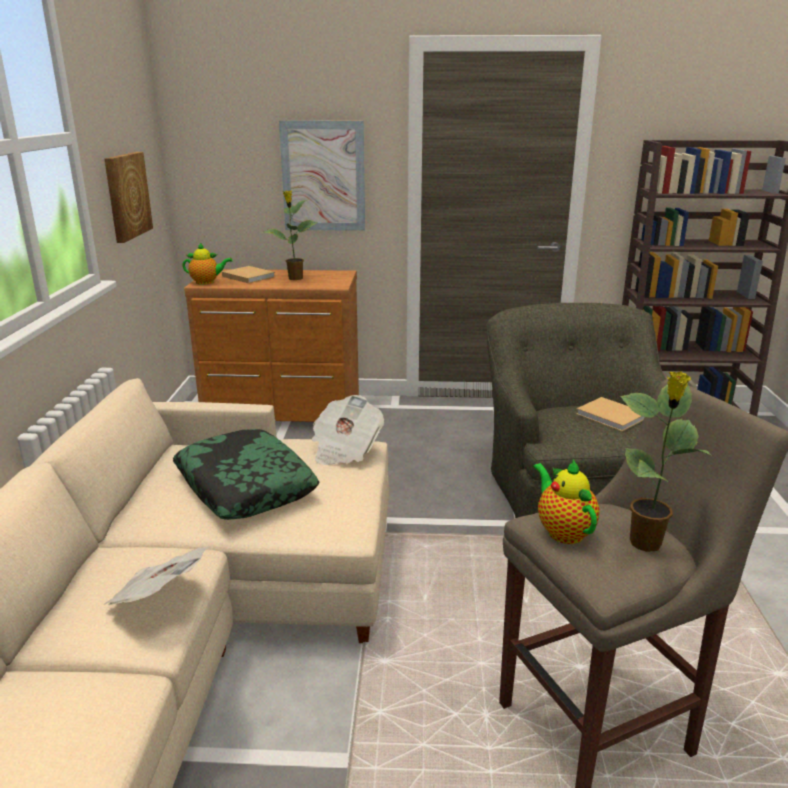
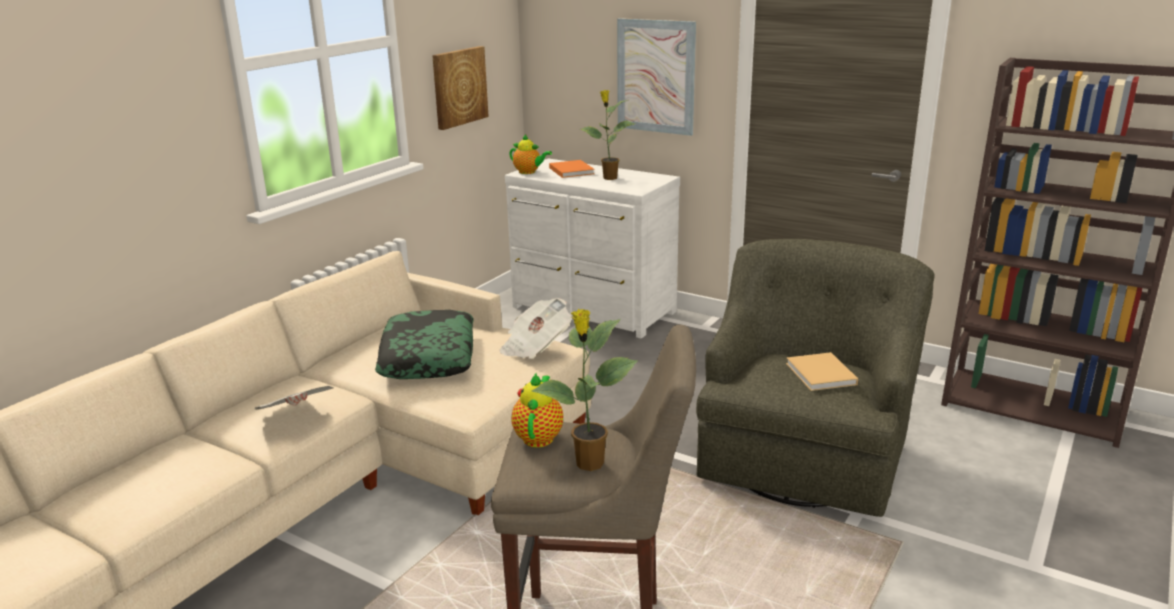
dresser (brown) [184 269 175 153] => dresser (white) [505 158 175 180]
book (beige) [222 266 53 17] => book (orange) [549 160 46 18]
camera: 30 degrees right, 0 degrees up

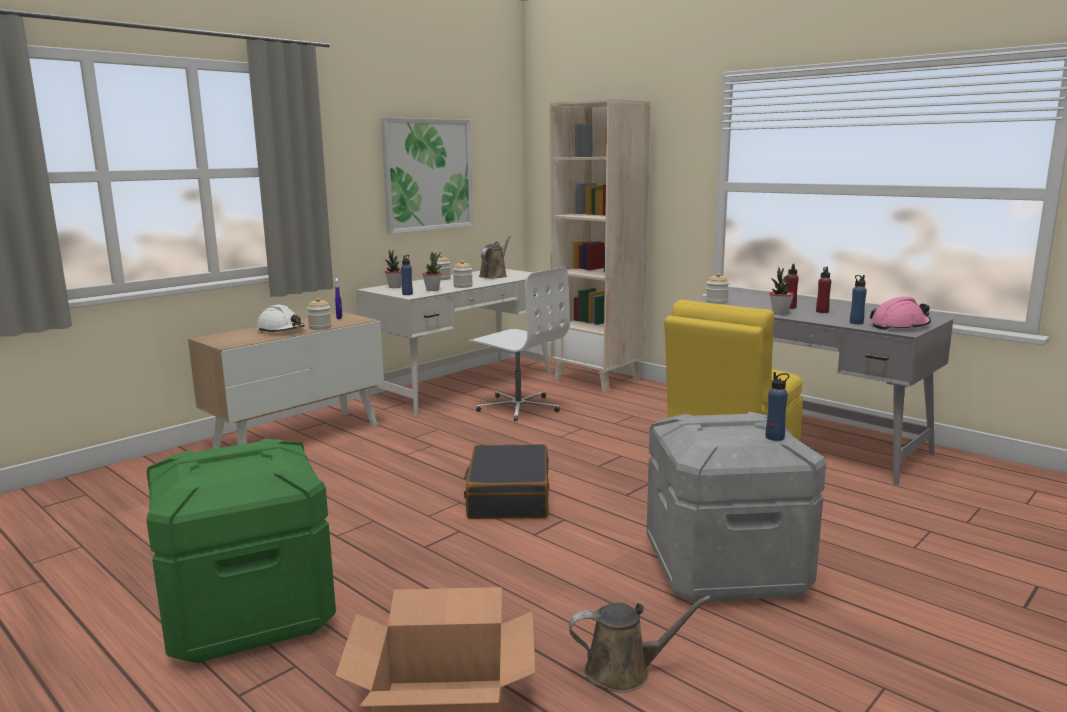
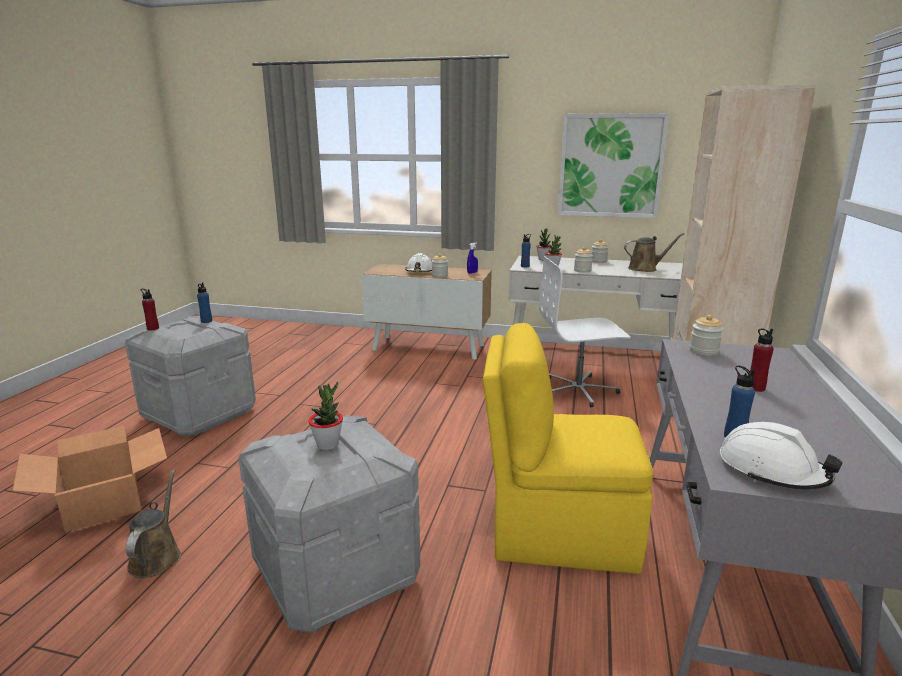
storage box (green) [146 439 190 224] => storage box (grey) [125 316 131 120]
suitcase (black) [464 444 85 75] => nothing
office chair (white) [468 267 102 154] => office chair (white) [539 256 92 151], 75 degrees clockwise
watering can (brown) [569 596 142 97] => watering can (brown) [126 470 55 108], 150 degrees counterclockwise
bottle (blue) [766 372 23 69] => bottle (blue) [197 282 15 41], moved
potted plant [769 267 25 48] => potted plant [308 381 35 69], moved
bottle (red) [816 267 15 46] => bottle (red) [141 289 18 41], moved
hard hat (pink) [870 297 61 33] => hard hat (white) [720 422 123 68]
camera: 60 degrees right, 5 degrees up

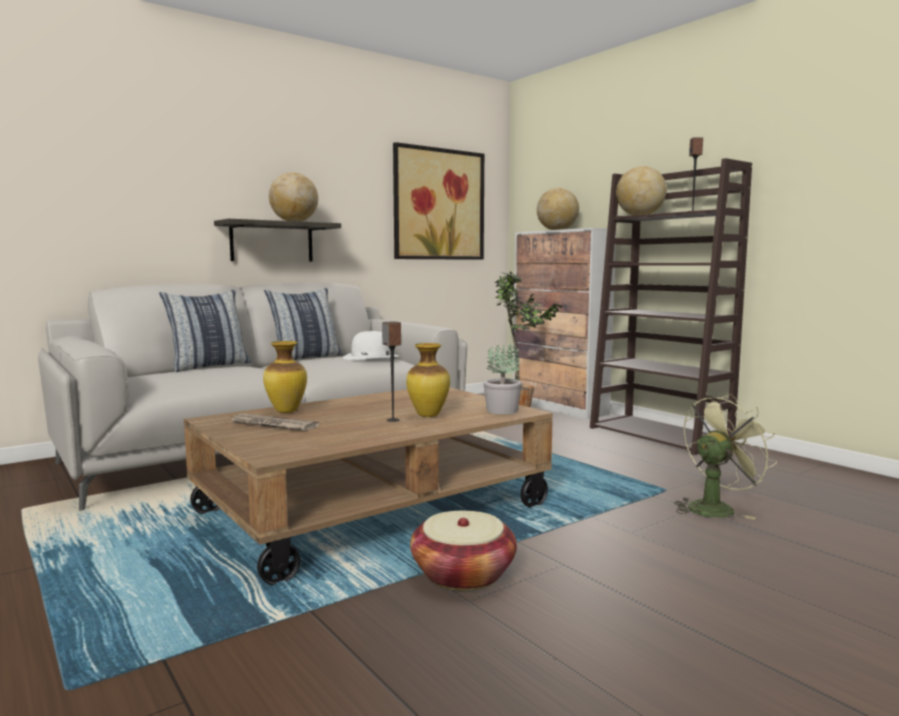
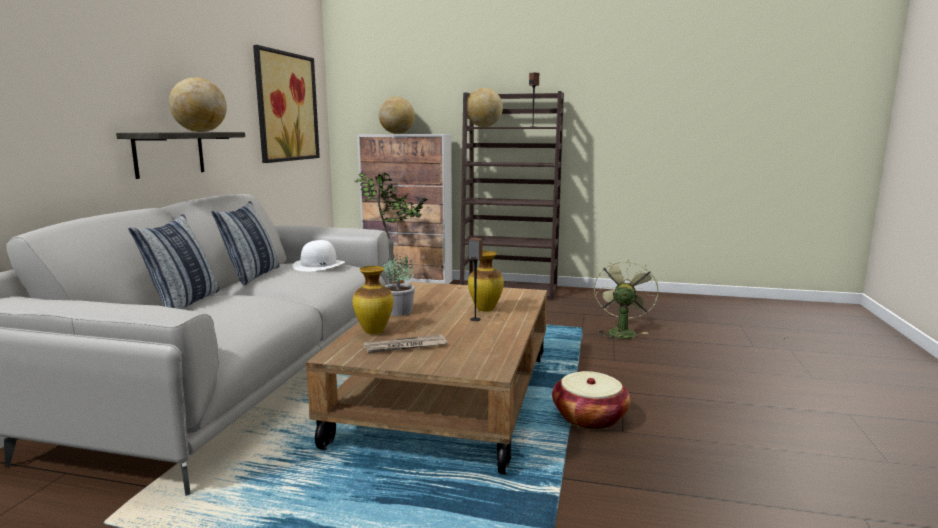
potted plant [483 344 39 70] => potted plant [382 254 33 62], moved
camera: 40 degrees left, 5 degrees up

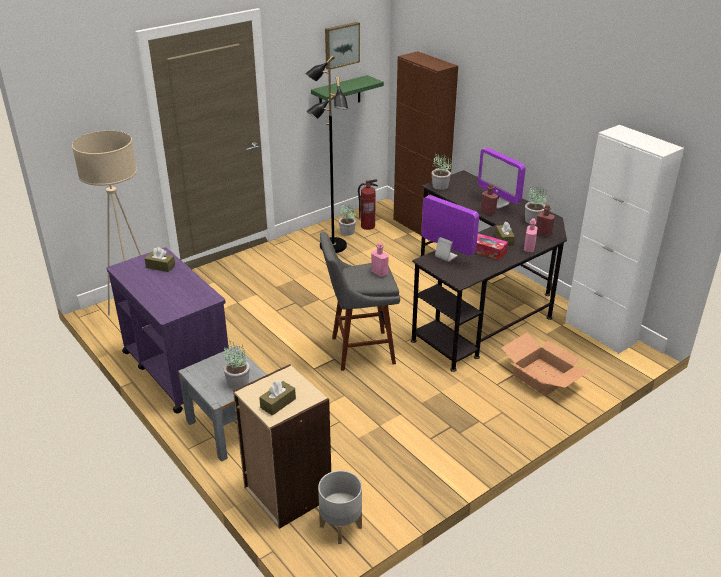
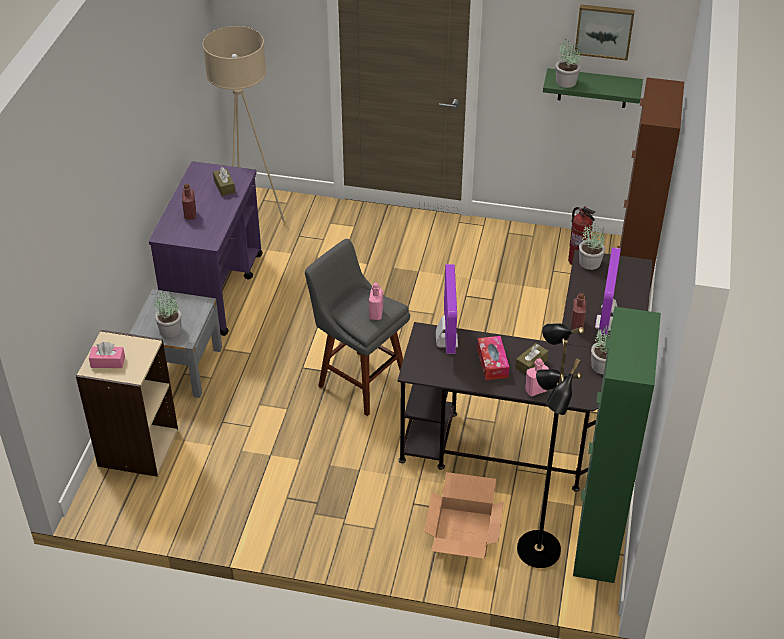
tissue box (brown) [259 380 37 36] => tissue box (pink) [89 342 36 26]
floor lamp (black) [305 55 43 198] => floor lamp (black) [517 323 67 245], moved
planter (grey) [318 470 44 74] => nothing
potted plant [339 203 17 33] => potted plant [555 39 26 49], moved
bottle (red) [536 204 19 33] => bottle (red) [182 184 14 36], moved
cabinet (white) [565 125 119 229] => cabinet (green) [573 307 88 276]
camera: 50 degrees right, 10 degrees up

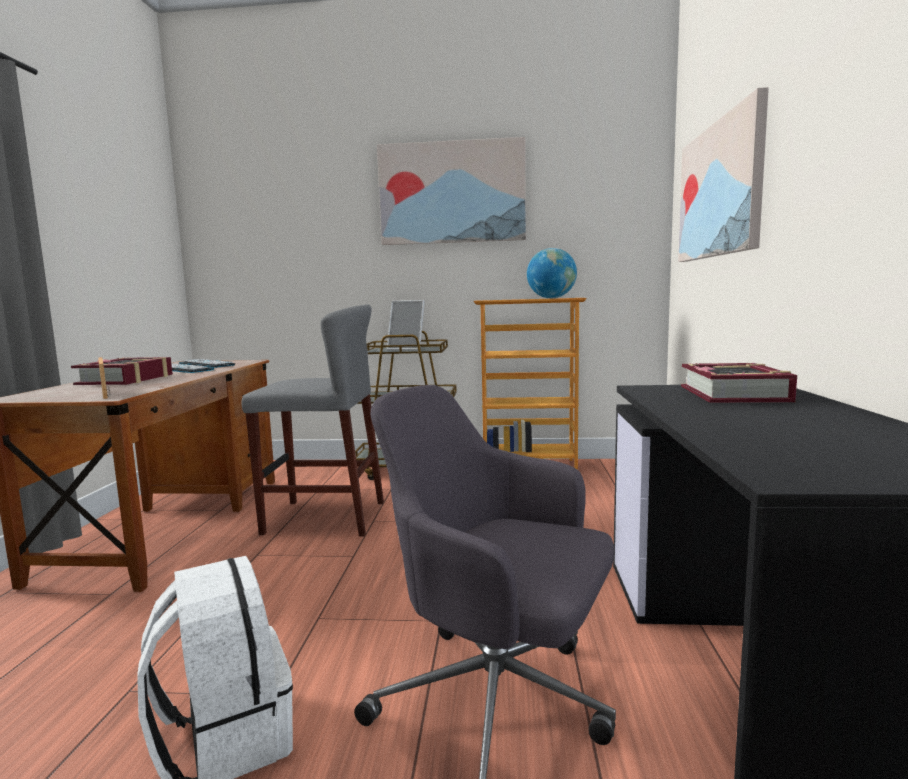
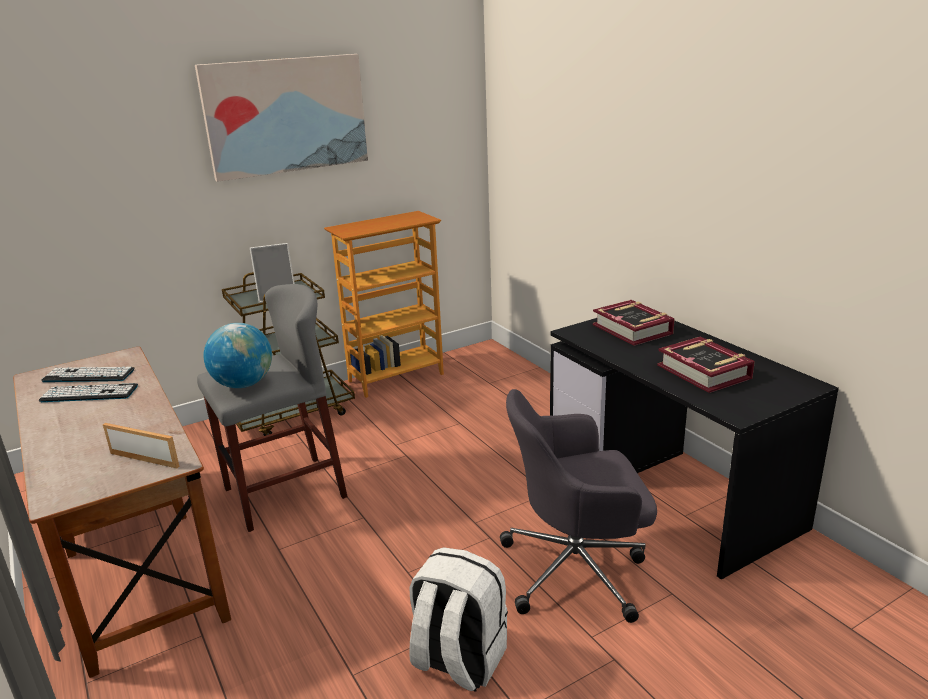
book [71 357 102 28] => book [657 336 98 57], moved
globe [527 248 50 50] => globe [204 323 68 65], moved
picture [678 87 91 175] => nothing
camera: 35 degrees left, 15 degrees up

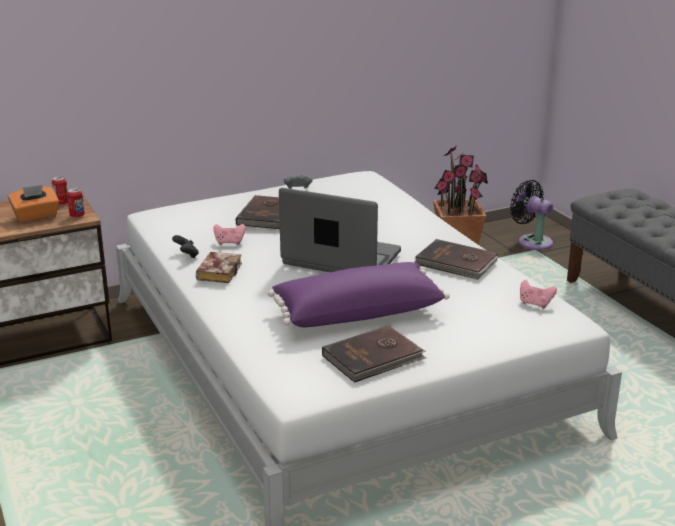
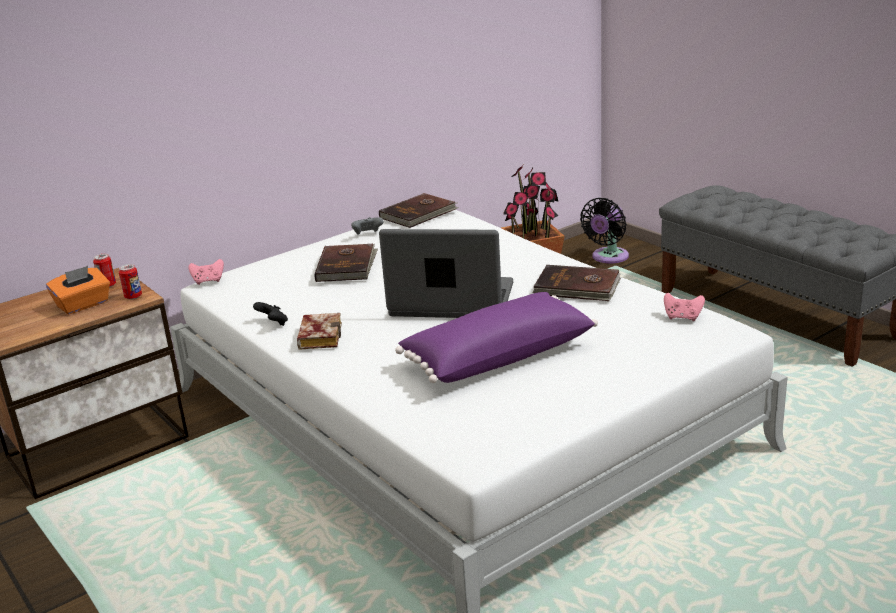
game controller (pink) [213 224 33 21] => game controller (pink) [188 259 36 26], moved
book (brown) [322 325 104 58] => book (brown) [379 193 80 35], moved
fan (black) [510 180 43 70] => fan (black) [580 198 49 65], 90 degrees counterclockwise
camera: 10 degrees left, 0 degrees up

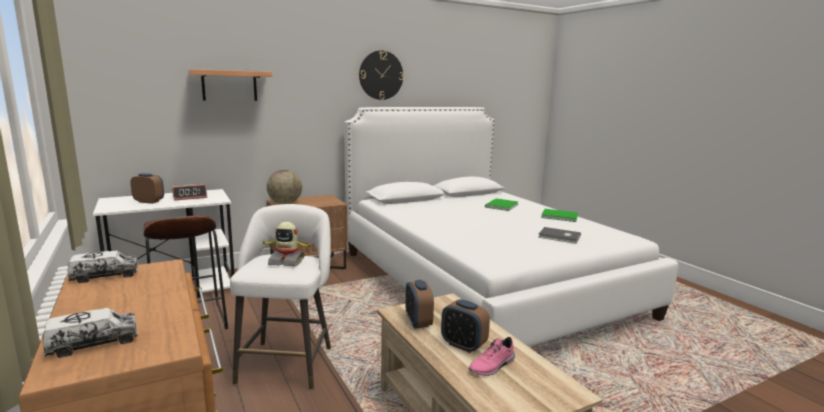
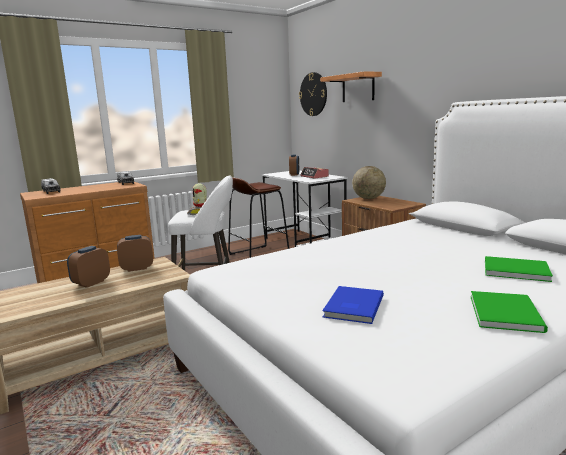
wall clock [359 50 45 50] => wall clock [299 72 28 44], moved
shoe (pink) [469 337 46 39] => nothing
book (grey) [538 227 43 17] => book (blue) [322 286 62 38]
camera: 85 degrees right, 0 degrees up

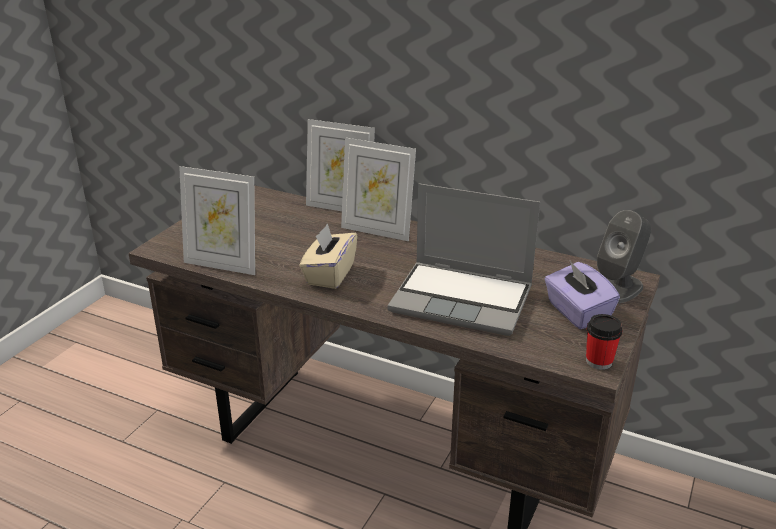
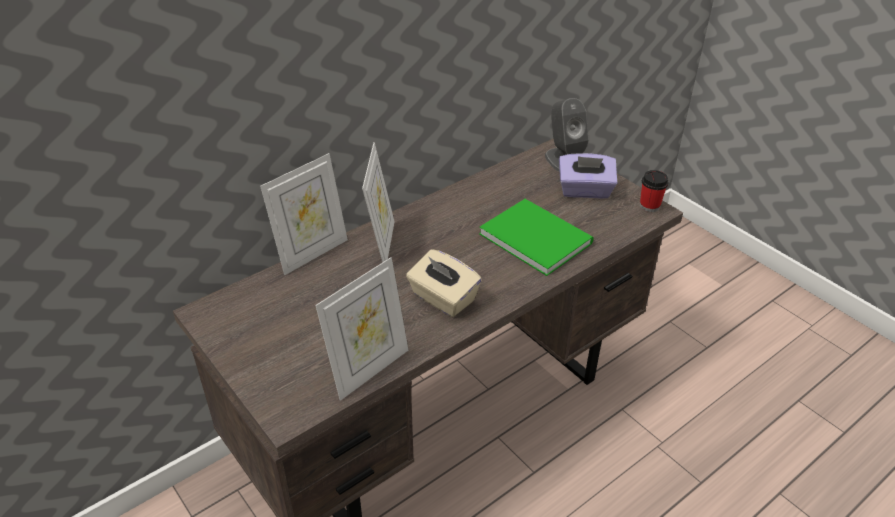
picture frame [341 137 75 104] => picture frame [362 142 33 120], 45 degrees counterclockwise
laptop [388 184 152 152] => book (green) [479 199 115 77]
camera: 65 degrees left, 10 degrees up

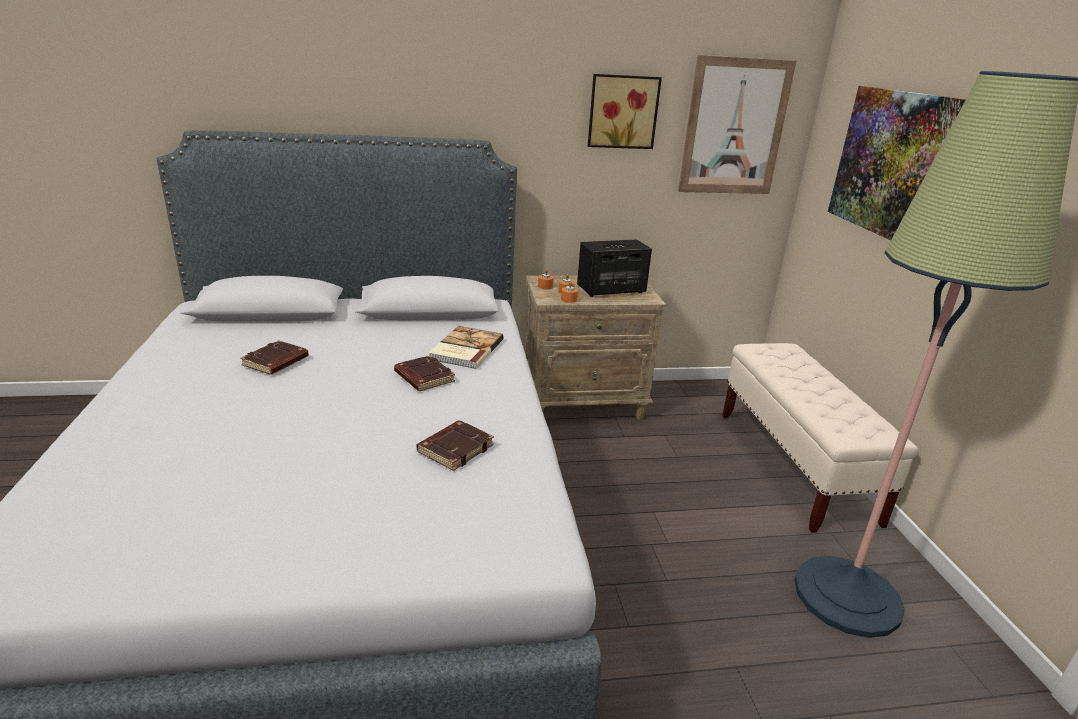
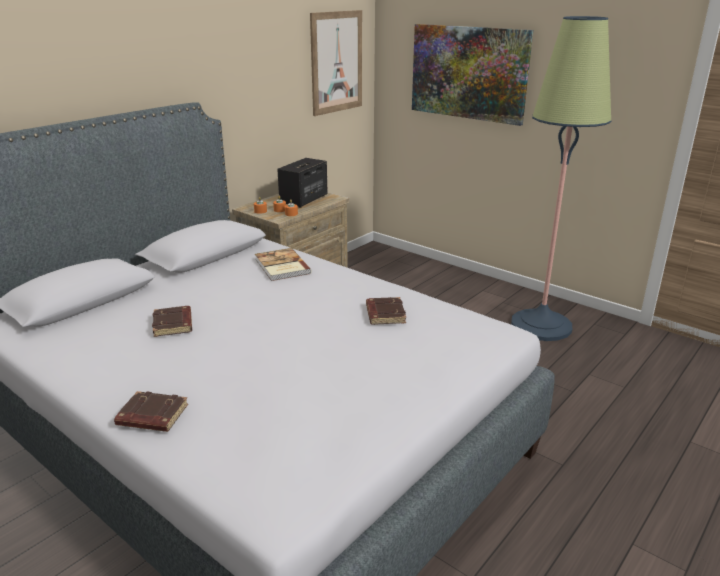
book (brown) [394 355 61 36] => book (brown) [114 391 74 41], moved
picture [588 74 74 75] => nothing
bench (beige) [722 343 197 190] => nothing
camera: 40 degrees left, 0 degrees up

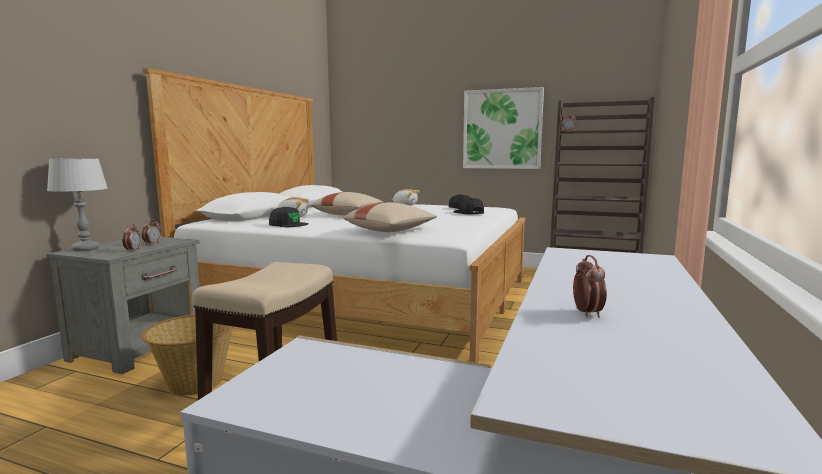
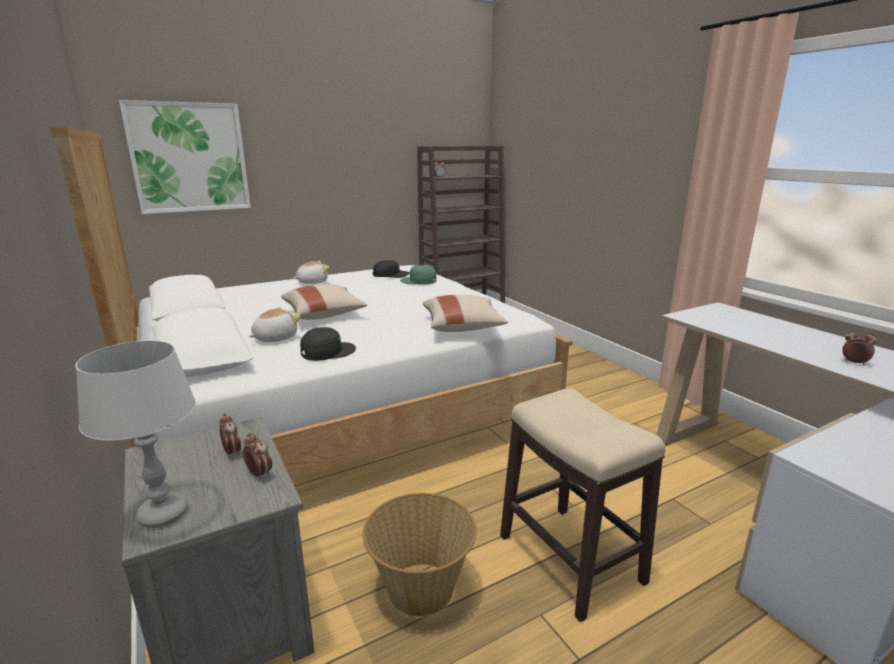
cap (black) [453 198 31 17] => cap (green) [400 265 37 20]
picture [463 87 81 82] => picture [119 100 132 114], moved
camera: 50 degrees left, 10 degrees up

